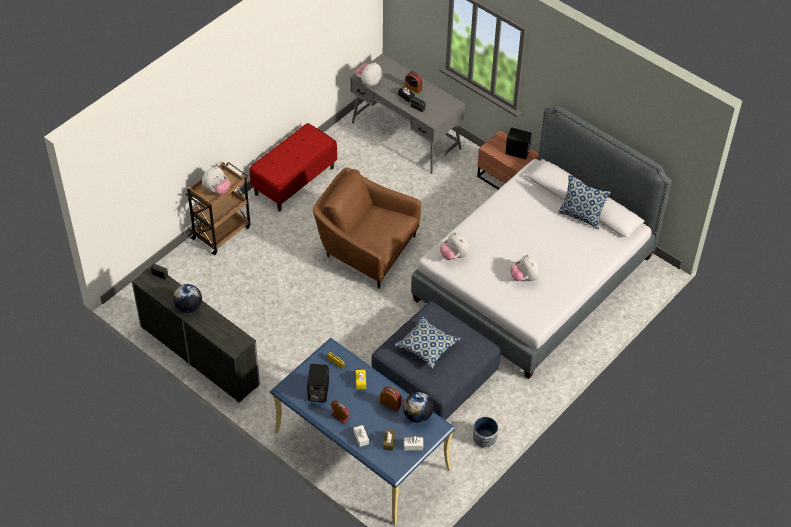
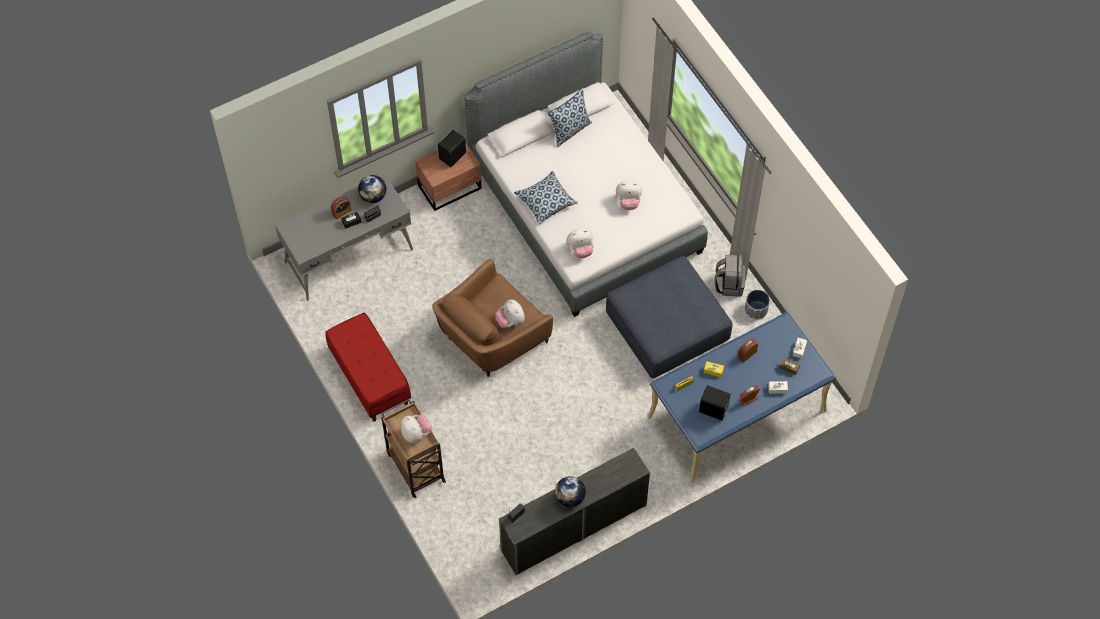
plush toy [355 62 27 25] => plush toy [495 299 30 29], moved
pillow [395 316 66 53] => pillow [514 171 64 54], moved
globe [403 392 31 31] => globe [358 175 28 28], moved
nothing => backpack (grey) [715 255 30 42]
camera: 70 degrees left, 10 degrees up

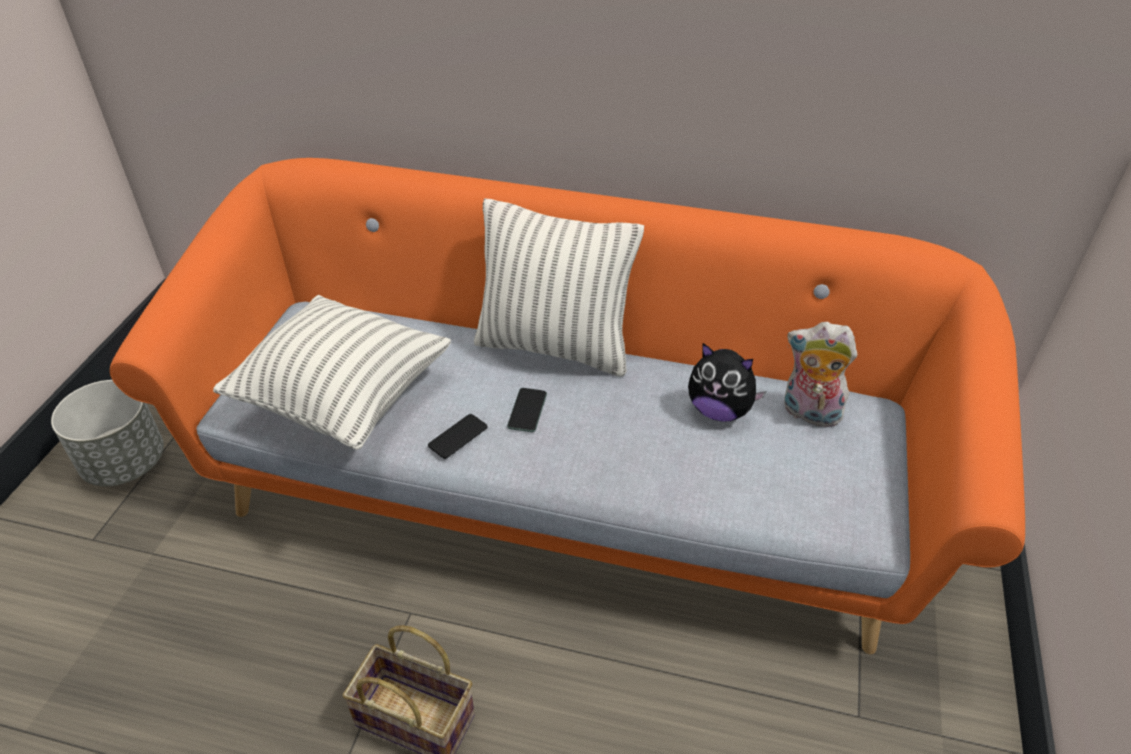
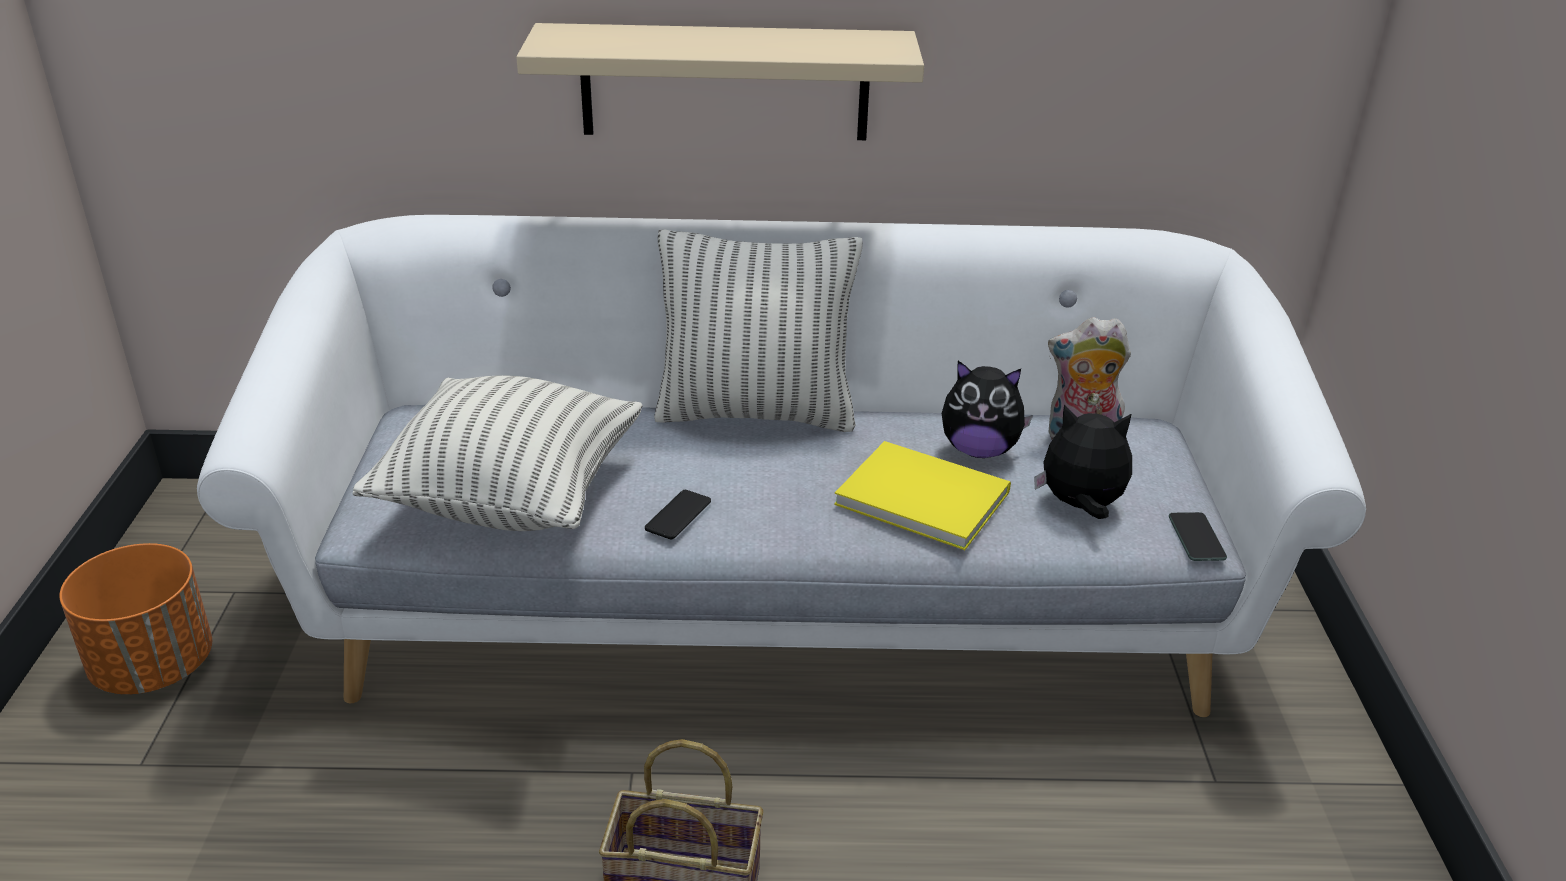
planter (grey) [51 380 113 106] => planter (orange) [59 543 153 152]
sofa (orange) [110 158 915 496] => sofa (white) [197 215 1169 502]
phone [507 388 40 44] => phone [1169 512 58 49], moved
nothing => shelf (beige) [516 23 408 117]
nothing => book (yellow) [834 441 177 109]
nothing => plush toy [1034 405 98 114]
camera: 15 degrees left, 10 degrees down

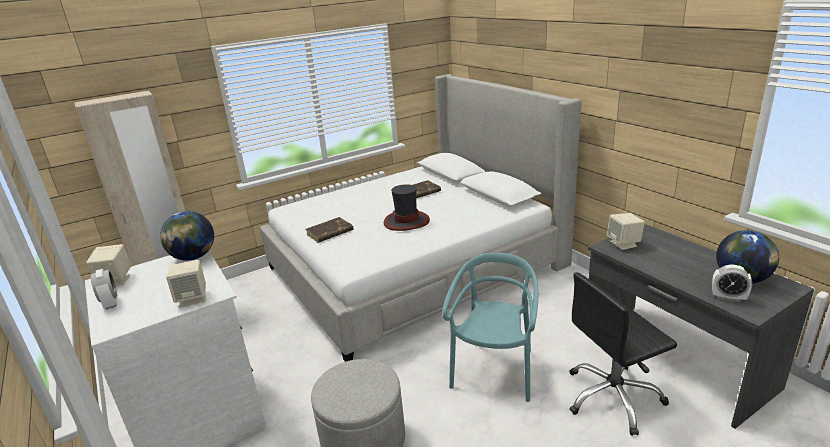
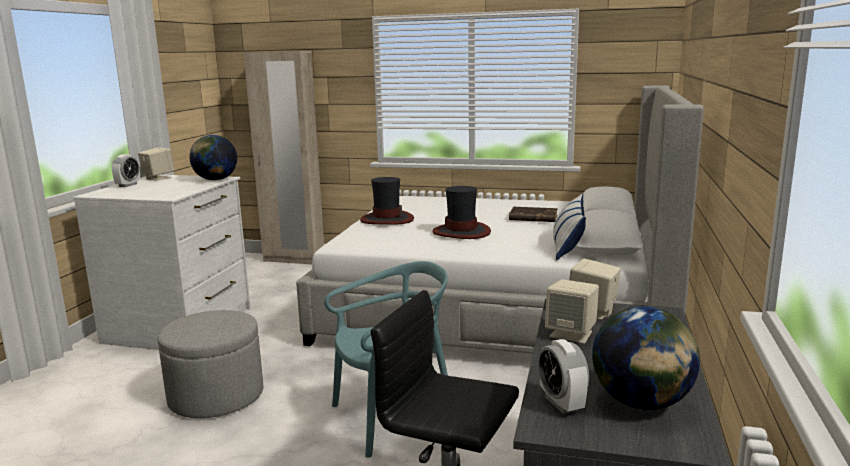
speaker (beige) [166 260 40 47] => speaker (beige) [545 279 54 65], moved
book (brown) [306 217 47 26] => hat [360 177 54 48]
nothing => pillow [553 193 33 67]
camera: 45 degrees right, 10 degrees down

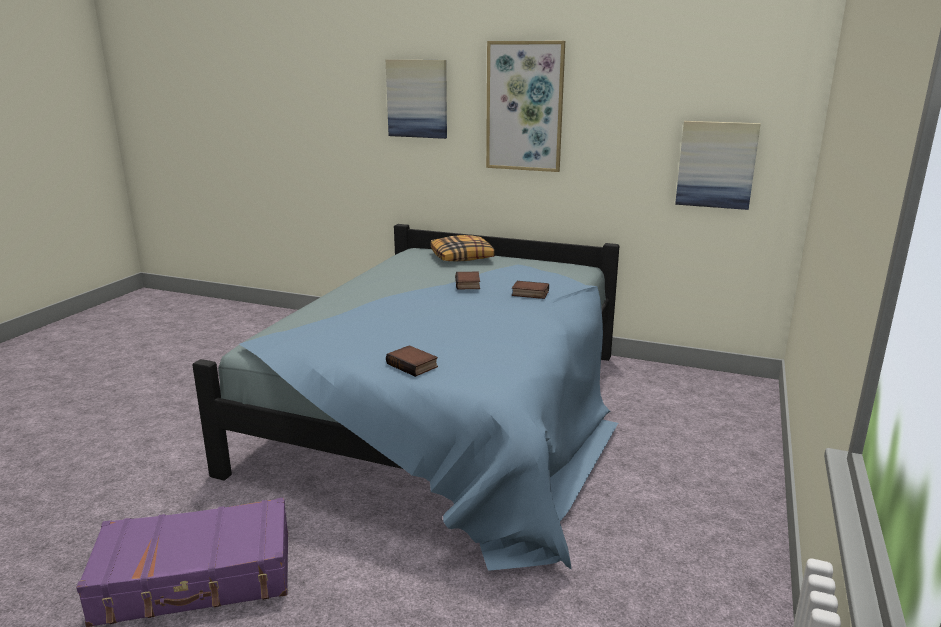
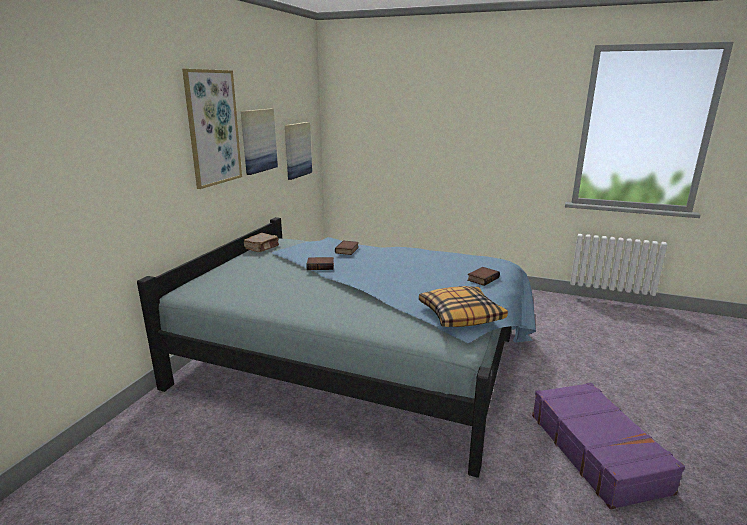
picture [386 60 61 79] => picture [241 109 37 66], moved
pillow [431 235 64 27] => pillow [419 286 89 41], moved
nothing => book (brown) [244 233 35 19]
camera: 90 degrees left, 0 degrees up

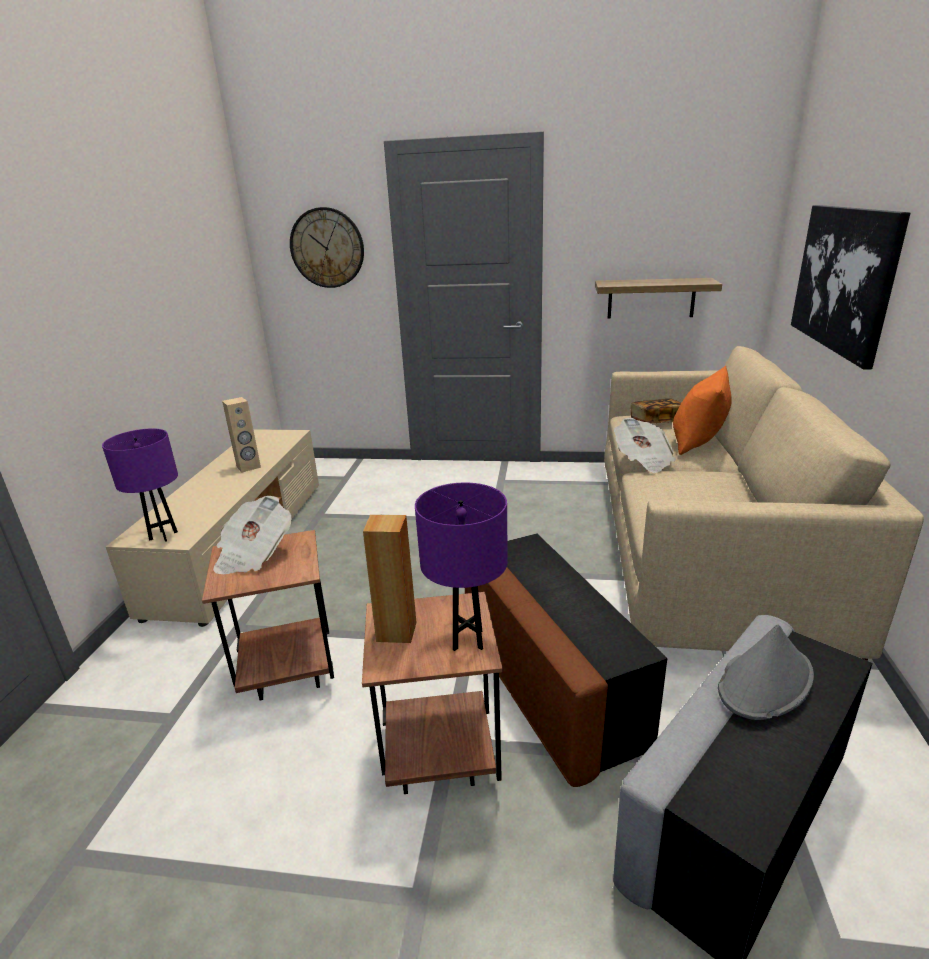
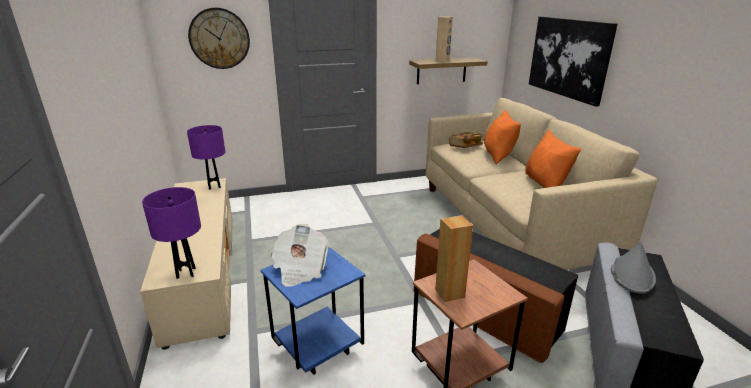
side table (brown) [202 530 132 171] => side table (blue) [261 247 104 128]
speaker (beige) [222 397 39 75] => speaker (beige) [436 17 17 45], moved
table lamp (purple) [415 483 93 168] => table lamp (purple) [187 125 38 65], moved
newspaper [614 418 62 55] => nothing
nothing => pillow (orange) [525 130 56 58]
camera: 25 degrees left, 0 degrees up

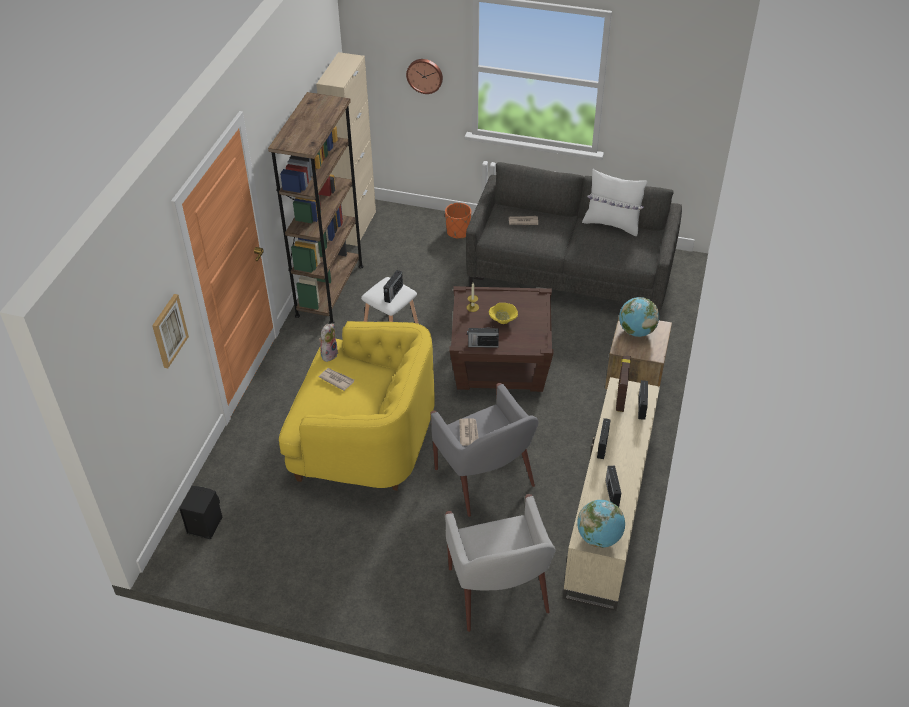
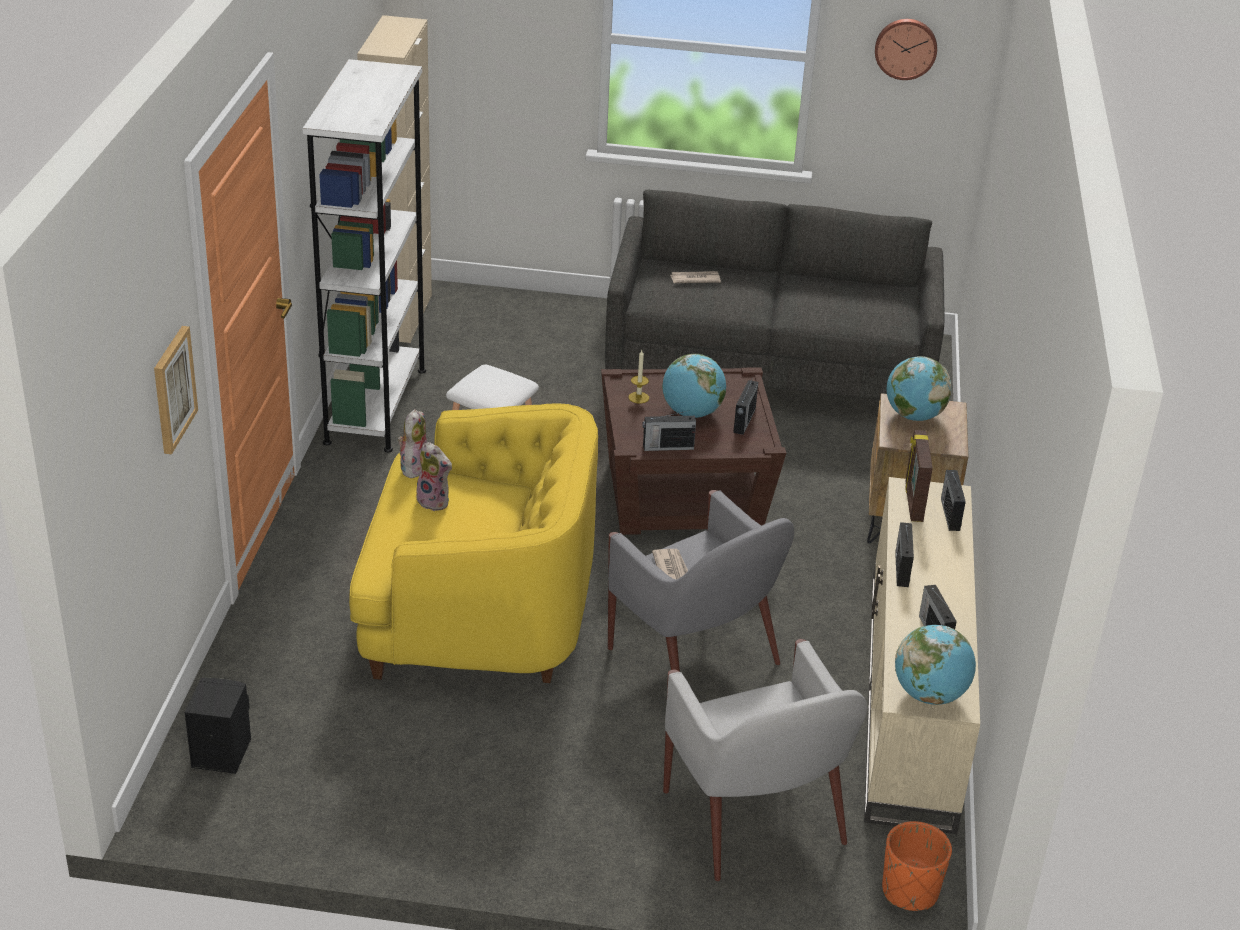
bookcase (brown) [268 92 95 232] => bookcase (white) [303 59 123 393]
newspaper [319 368 35 23] => plush toy [413 442 39 69]
radio [384 270 19 33] => radio [733 377 25 58], moved
wall clock [406 59 37 35] => wall clock [875 19 62 61], moved
planter (orange) [445 203 26 36] => planter (orange) [882 821 70 90], moved
bowl (yellow) [489 303 29 21] => globe [662 354 64 64]
pillow (white) [582 169 65 67] => nothing
camera: 10 degrees left, 10 degrees down

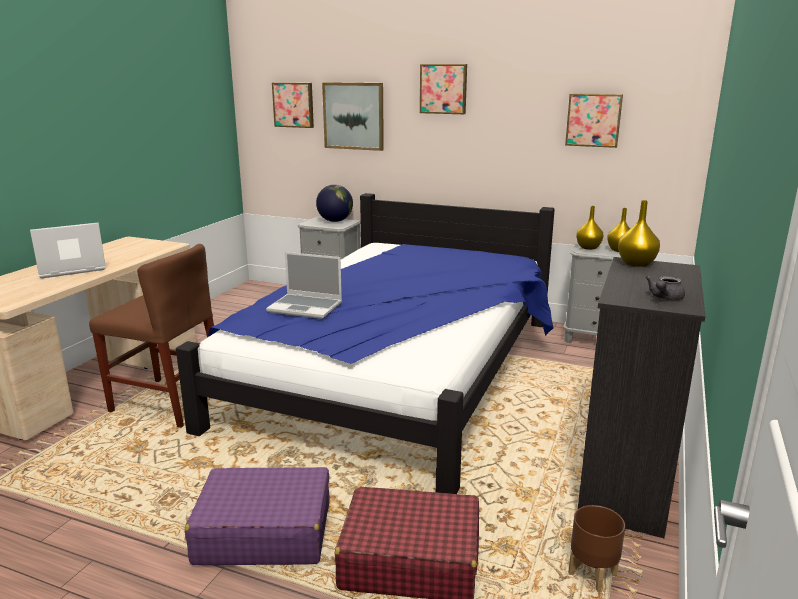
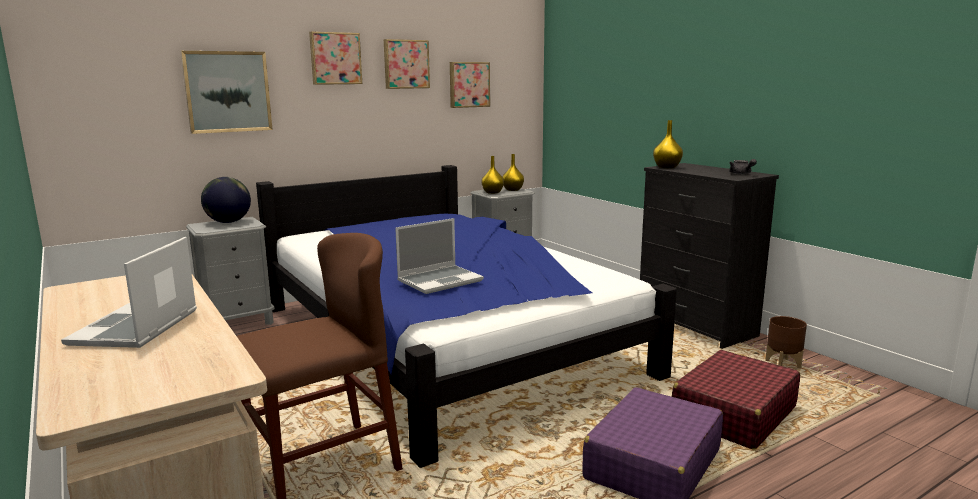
picture [272 82 42 46] => picture [384 39 46 50], moved
camera: 55 degrees left, 5 degrees down

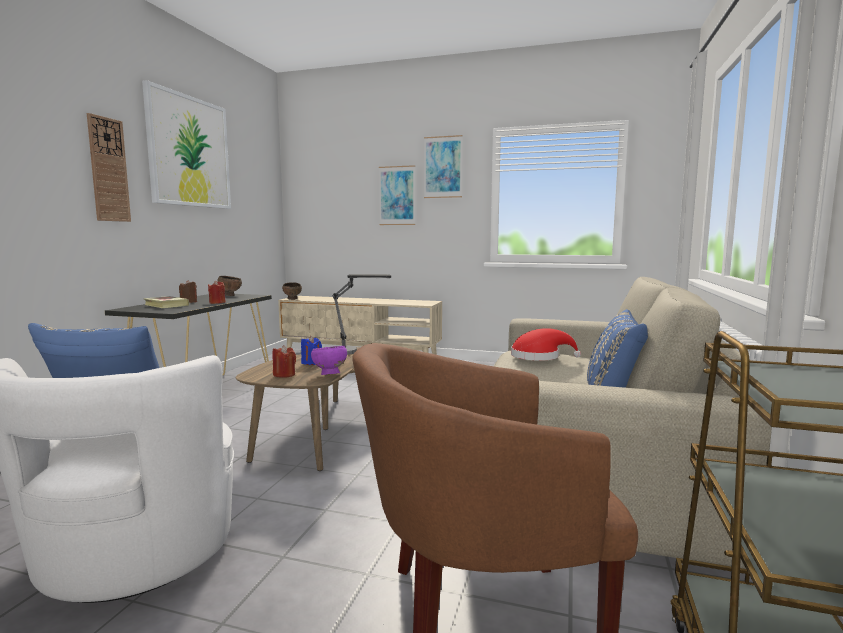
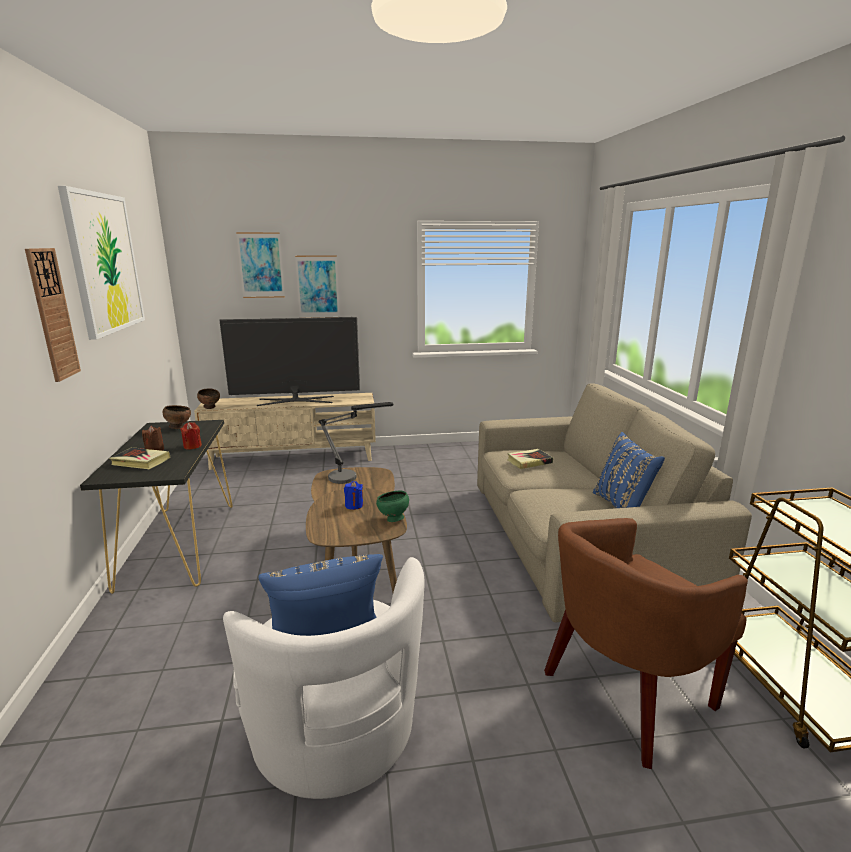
candle (red) [272 345 24 33] => nothing
bowl (purple) [311 346 36 29] => bowl (green) [376 490 33 32]
picture [424 135 39 63] => picture [236 232 49 66], moved
hat (red) [511 328 70 33] => book [507 449 46 20]
nothing => television [219 317 141 89]
camera: 25 degrees left, 10 degrees up

